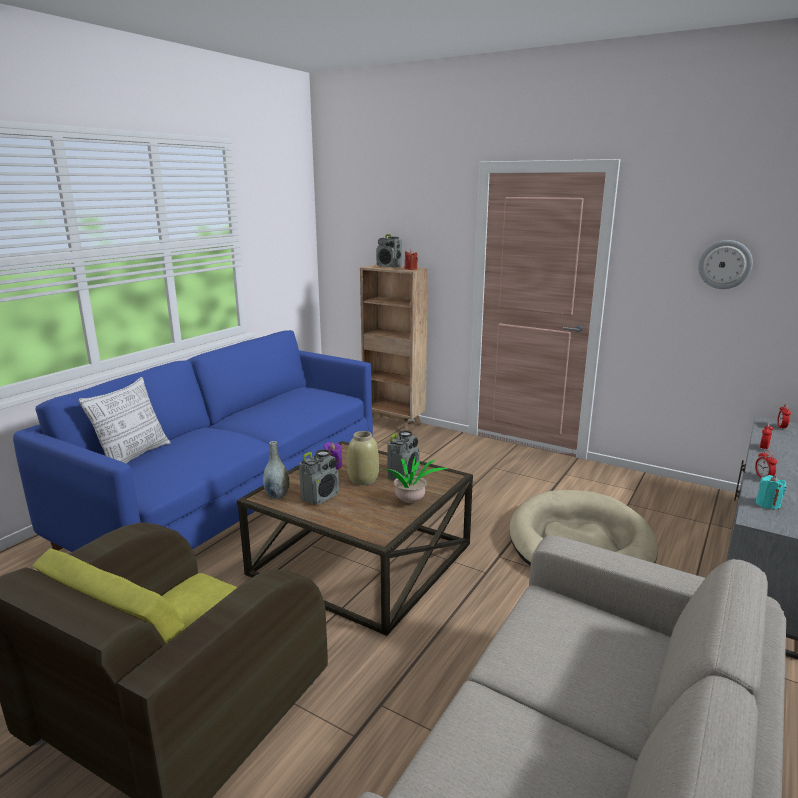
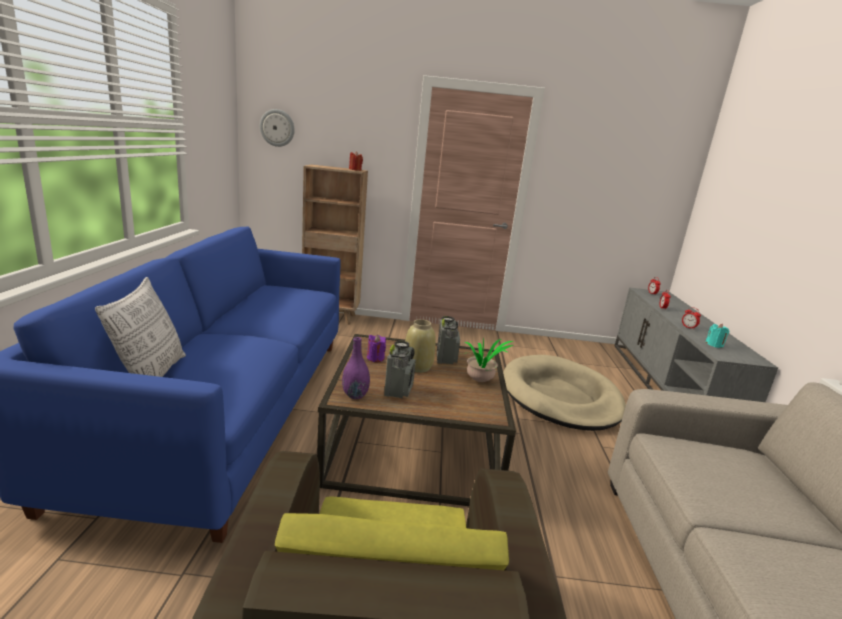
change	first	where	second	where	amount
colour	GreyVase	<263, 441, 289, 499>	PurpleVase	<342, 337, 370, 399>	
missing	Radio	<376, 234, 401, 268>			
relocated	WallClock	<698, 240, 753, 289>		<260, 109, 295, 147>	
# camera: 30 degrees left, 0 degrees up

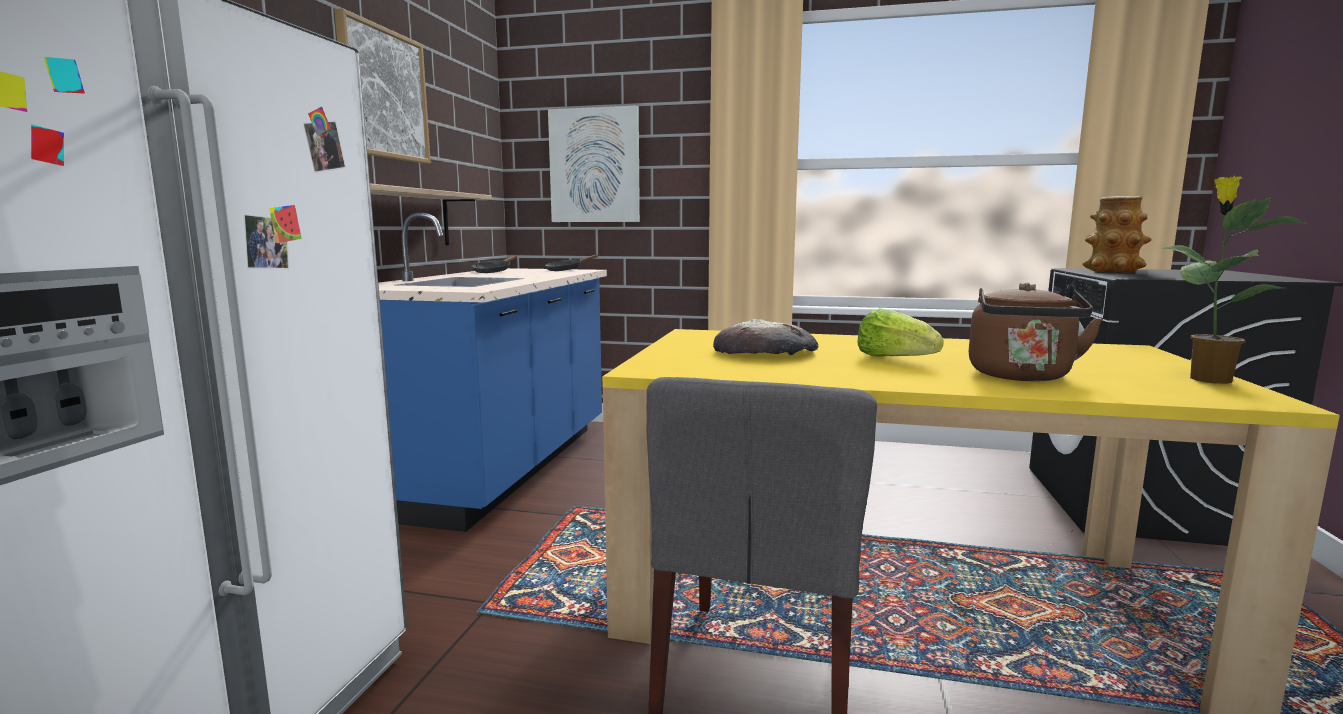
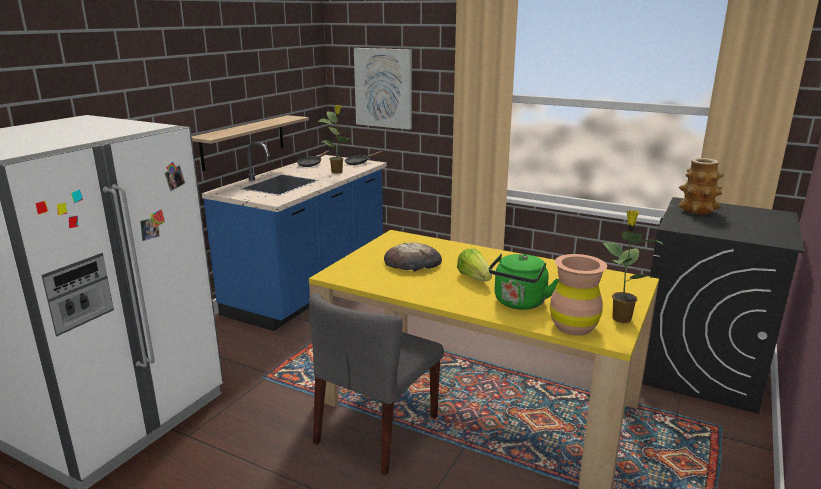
change	first	where	second	where	amount
missing	Picture	<334, 8, 431, 164>			
colour	BrownKettle	<969, 283, 1103, 381>	GreenKettle	<489, 253, 559, 310>	
appeared			PottedPlant	<318, 105, 350, 174>	
appeared			BrownVase	<550, 254, 607, 336>	
# camera: 15 degrees right, 10 degrees up

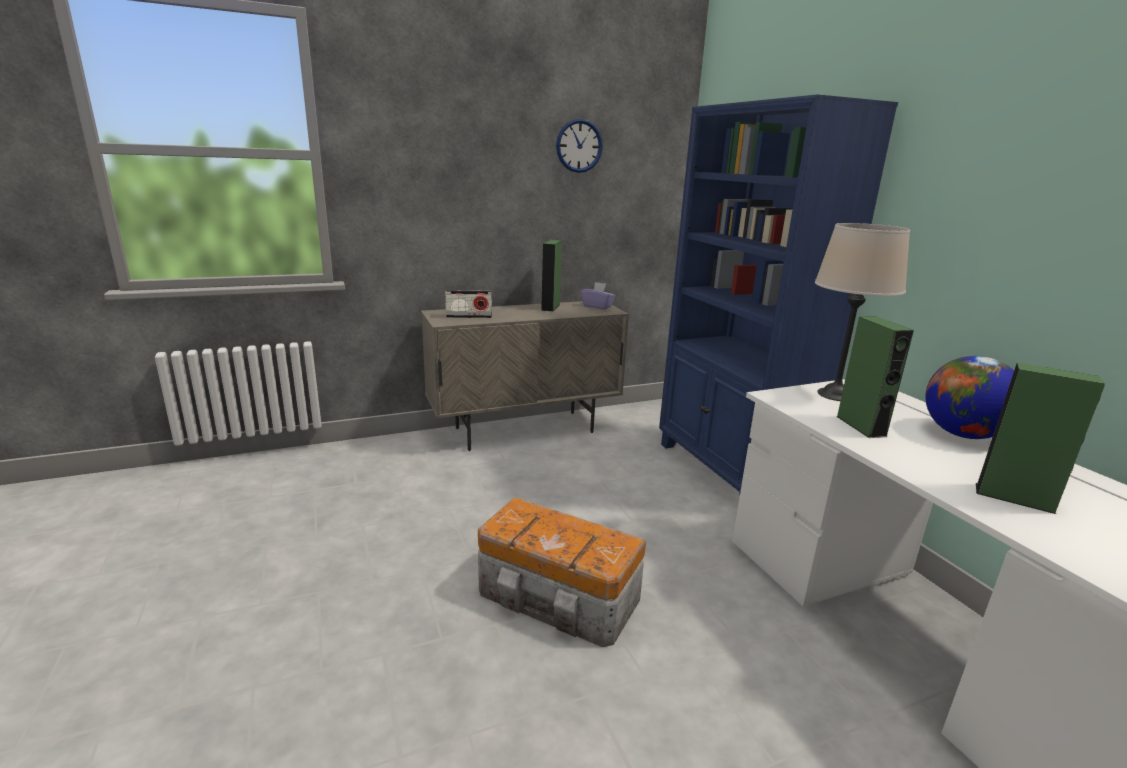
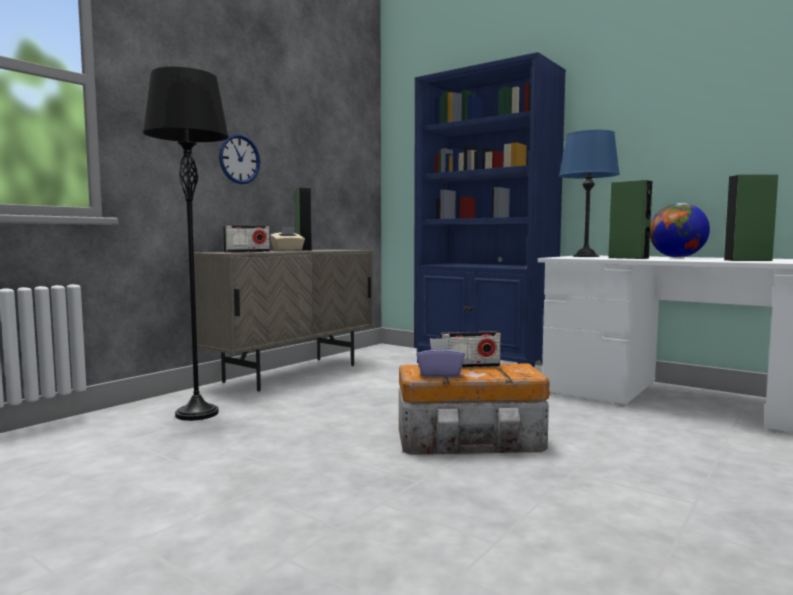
change	first	where	second	where	amount
relocated	WallClock	<556, 119, 603, 173>		<219, 134, 260, 184>	
relocated	PurpleTissueBox	<581, 282, 615, 309>		<416, 338, 465, 377>	
colour	BeigeTableLamp	<815, 223, 910, 401>	BlueTableLamp	<559, 129, 620, 257>	
appeared			BlackFloorLamp	<143, 67, 229, 421>	
appeared			BeigeTissueBox	<270, 227, 305, 251>	
appeared			Radio	<440, 331, 501, 368>	
# camera: 30 degrees left, 15 degrees down

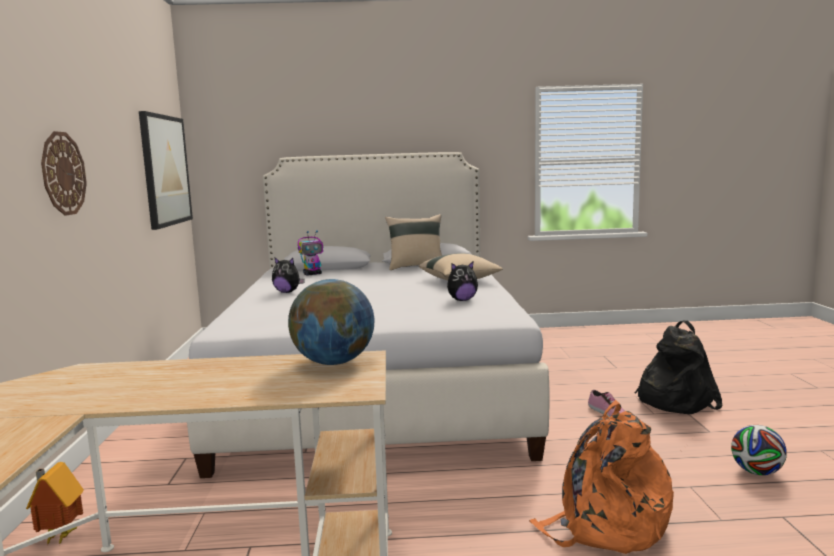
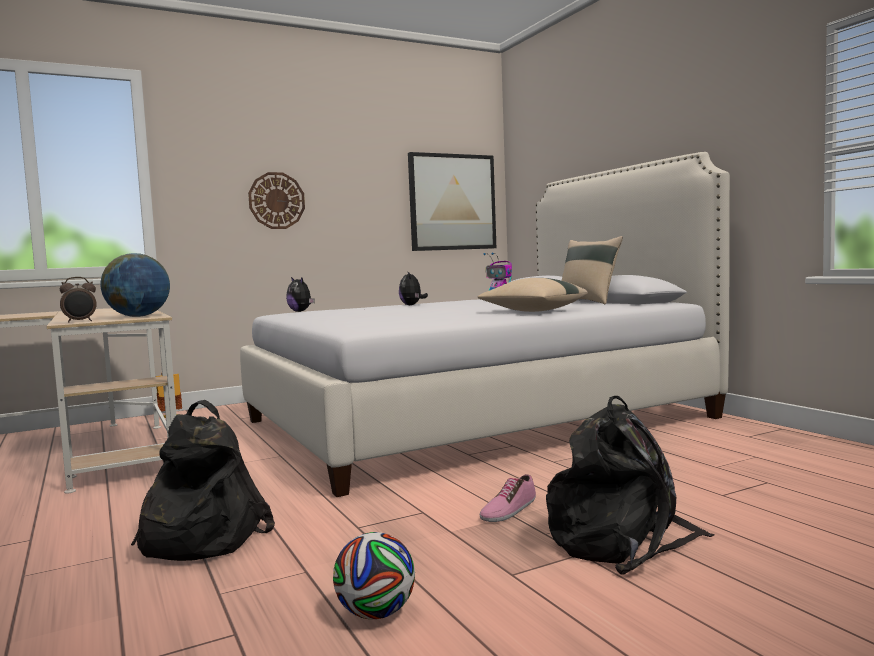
change	first	where	second	where	amount
relocated	PlushToy	<447, 262, 478, 301>		<286, 277, 314, 312>	
colour	OrangeBackpack	<529, 400, 674, 554>	BlackBackpack	<131, 400, 275, 561>	
appeared			AlarmClock	<60, 277, 97, 323>	
# camera: 65 degrees right, 5 degrees down

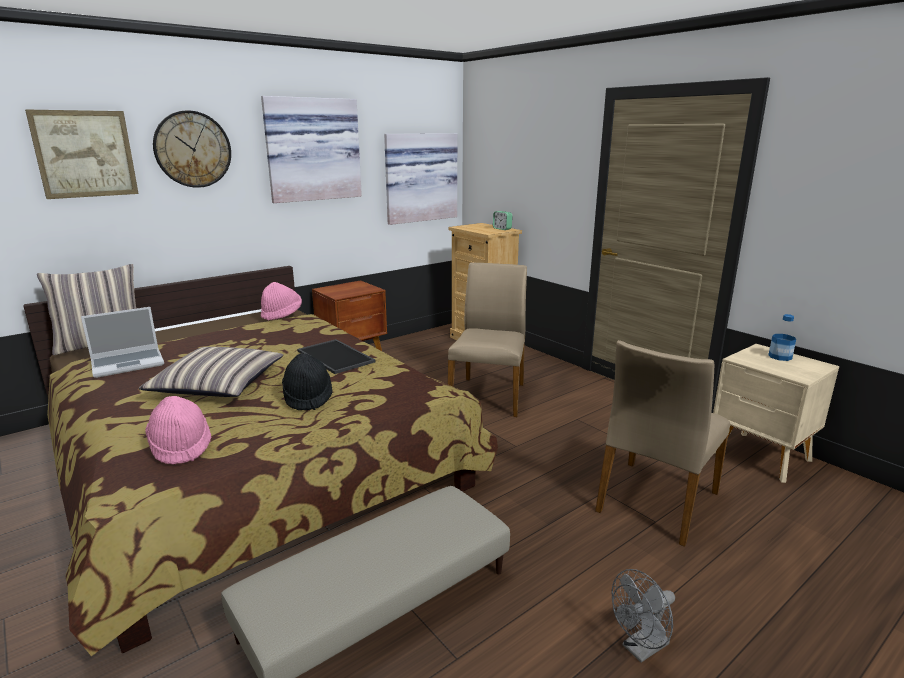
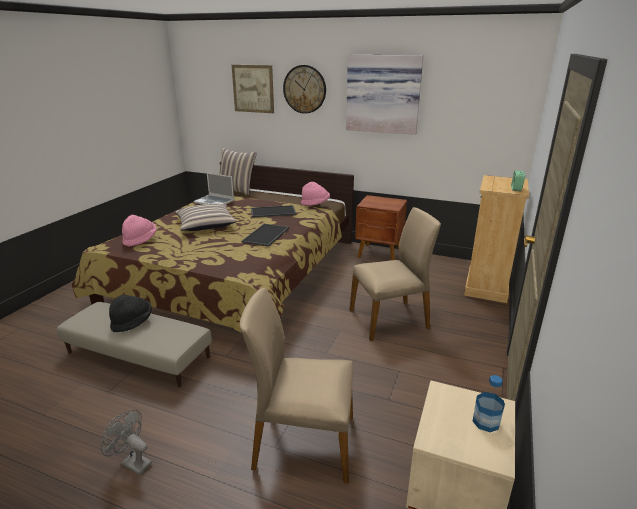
change	first	where	second	where	amount
relocated	BlackHat	<282, 353, 332, 410>		<109, 295, 152, 332>	
missing	Picture	<384, 133, 457, 225>			
appeared			Tray	<251, 205, 297, 218>	
# camera: 60 degrees right, 5 degrees up

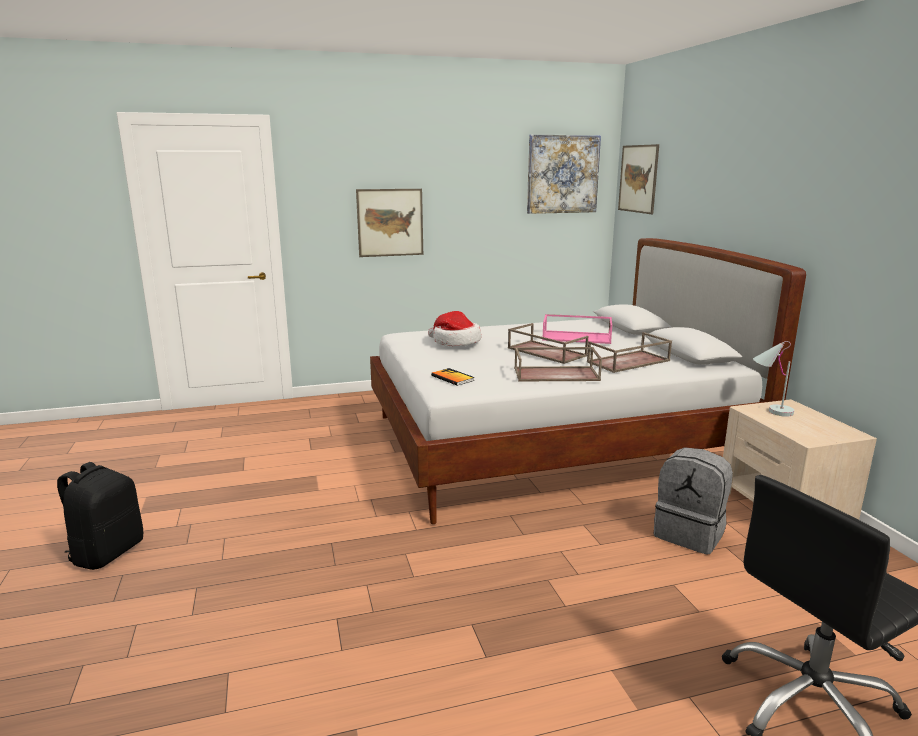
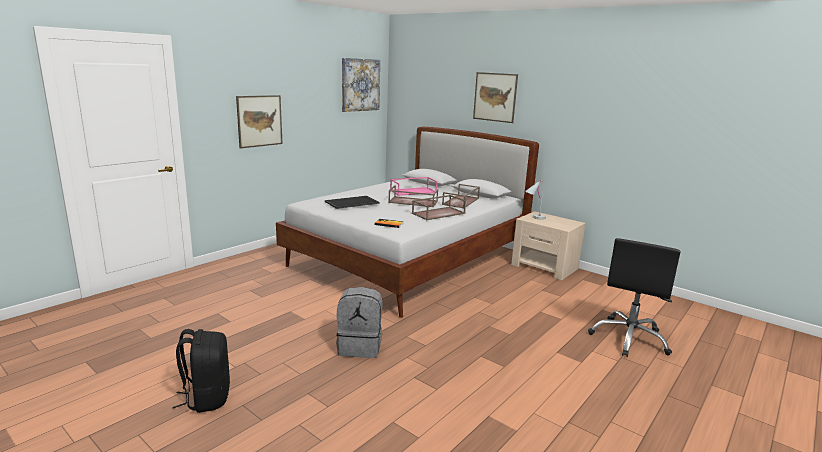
change	first	where	second	where	amount
exchanged	Hat	<428, 311, 481, 346>	Tray	<325, 196, 380, 209>	
relocated	Picture	<618, 144, 659, 214>		<473, 72, 518, 123>	
relocated	GreyBackpack	<654, 447, 733, 555>		<336, 287, 383, 358>	
# camera: 35 degrees left, 0 degrees up

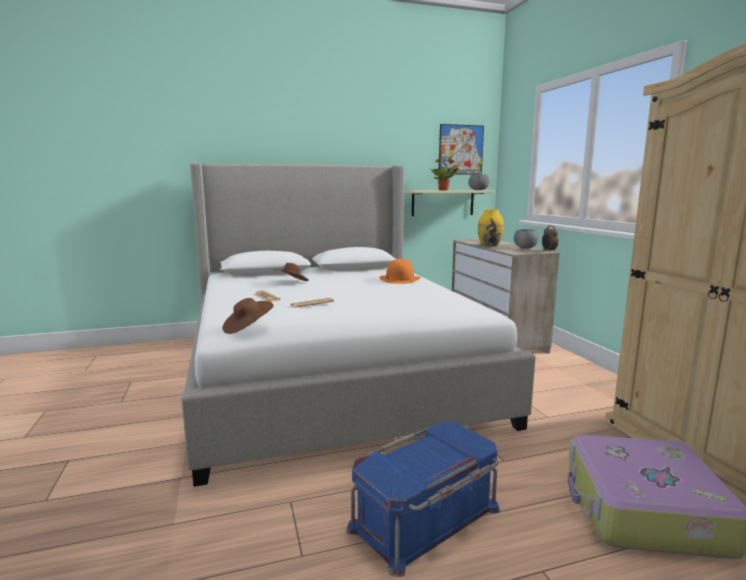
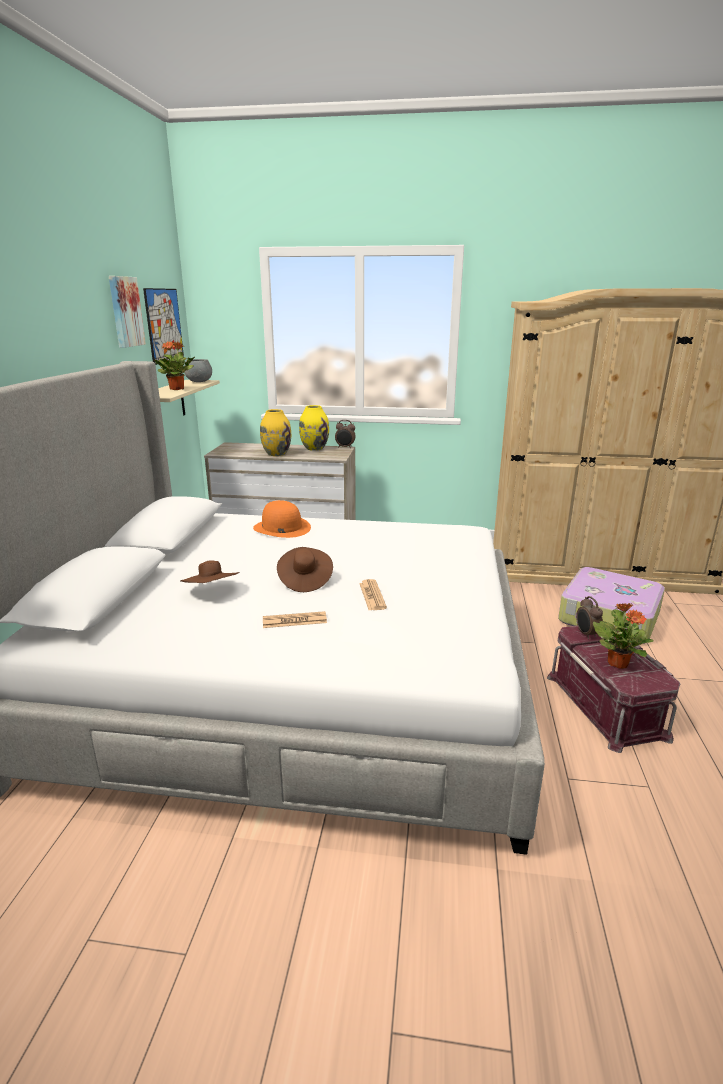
change	first	where	second	where	amount
relocated	BrownHat	<222, 298, 274, 334>		<277, 547, 333, 592>	
colour	BlueStorageBox	<346, 422, 500, 577>	RedStorageBox	<547, 626, 681, 753>	
exchanged	GreyBowl	<514, 229, 539, 249>	YellowVase	<299, 405, 329, 451>	
appeared			Picture	<109, 276, 146, 348>	
appeared			AlarmClock	<576, 596, 603, 639>	
appeared			PottedPlant	<593, 603, 653, 669>	
# camera: 65 degrees left, 10 degrees up

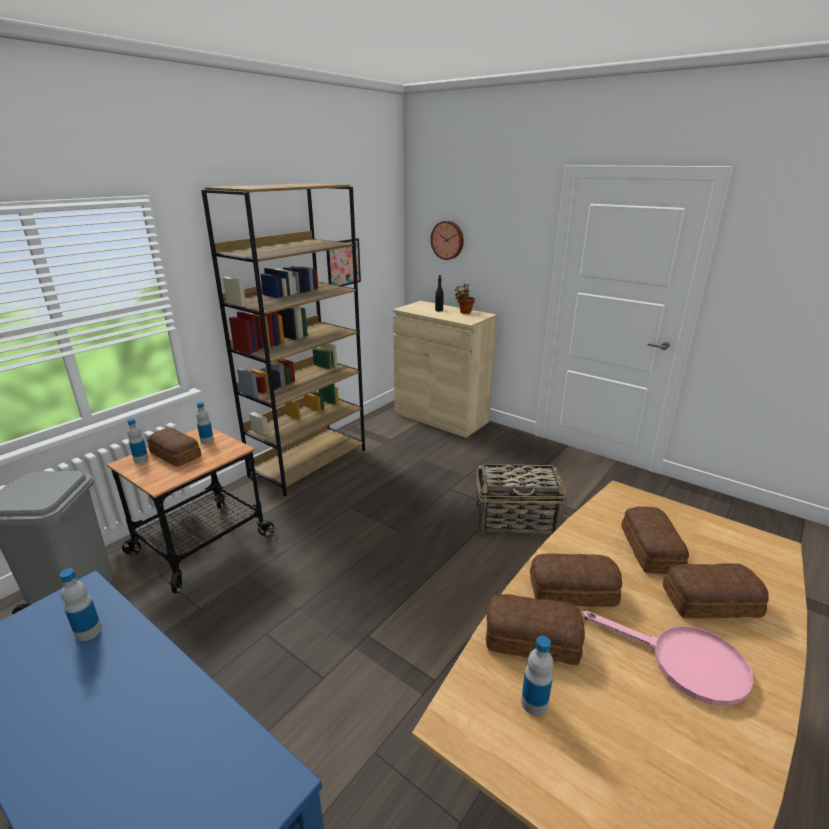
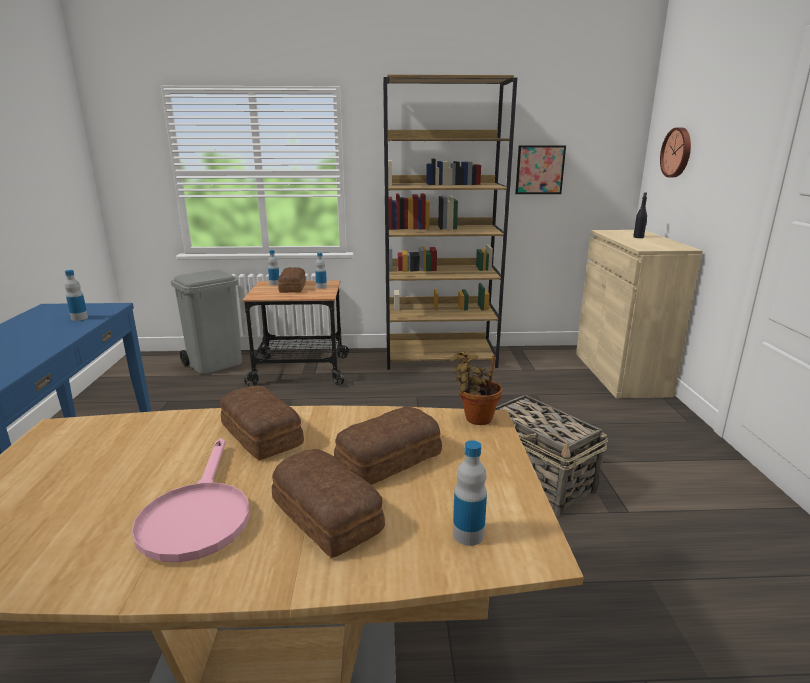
change	first	where	second	where	amount
relocated	PottedPlant	<454, 284, 475, 314>		<450, 351, 502, 425>	
missing	Bread	<486, 594, 585, 665>			
relocated	Bottle	<521, 636, 553, 716>		<453, 440, 487, 546>	
# camera: 50 degrees right, 5 degrees down

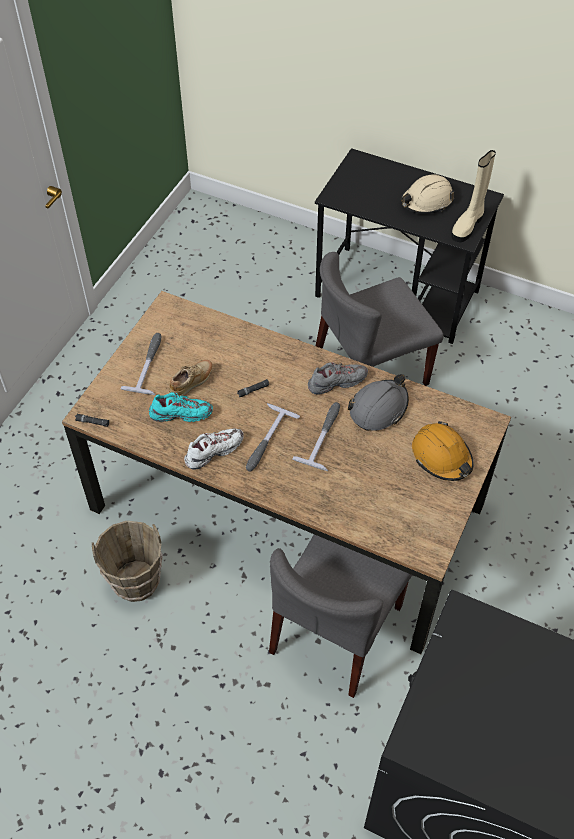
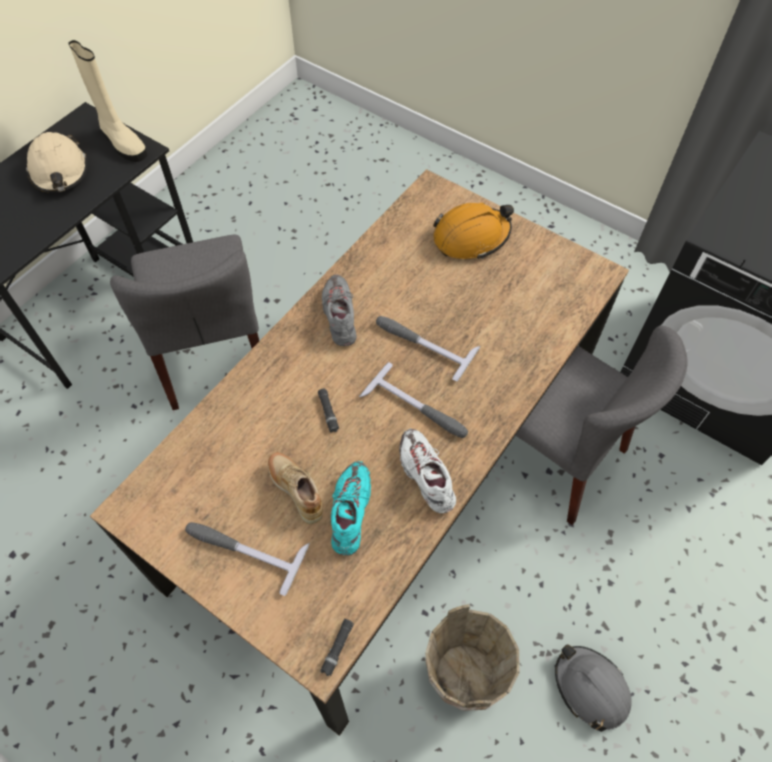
change	first	where	second	where	amount
relocated	GreyHardHat	<348, 374, 409, 431>		<555, 644, 632, 732>	
# camera: 80 degrees left, 5 degrees up

